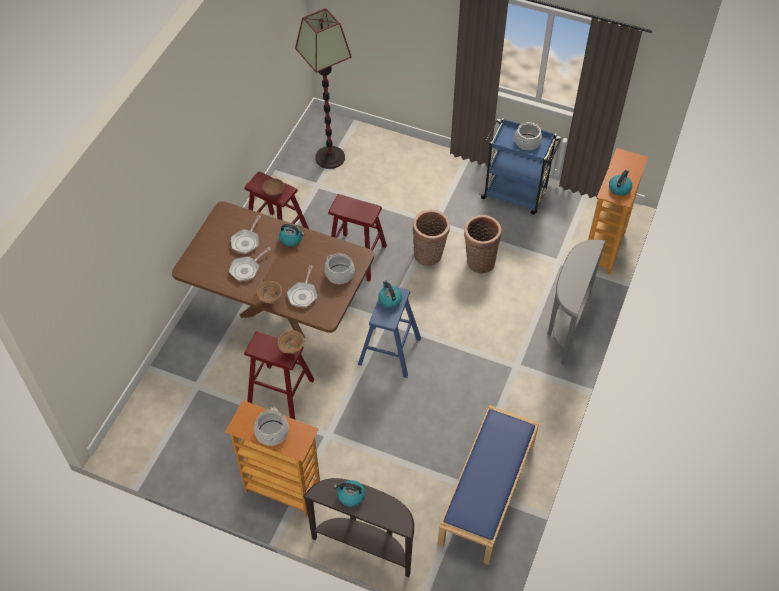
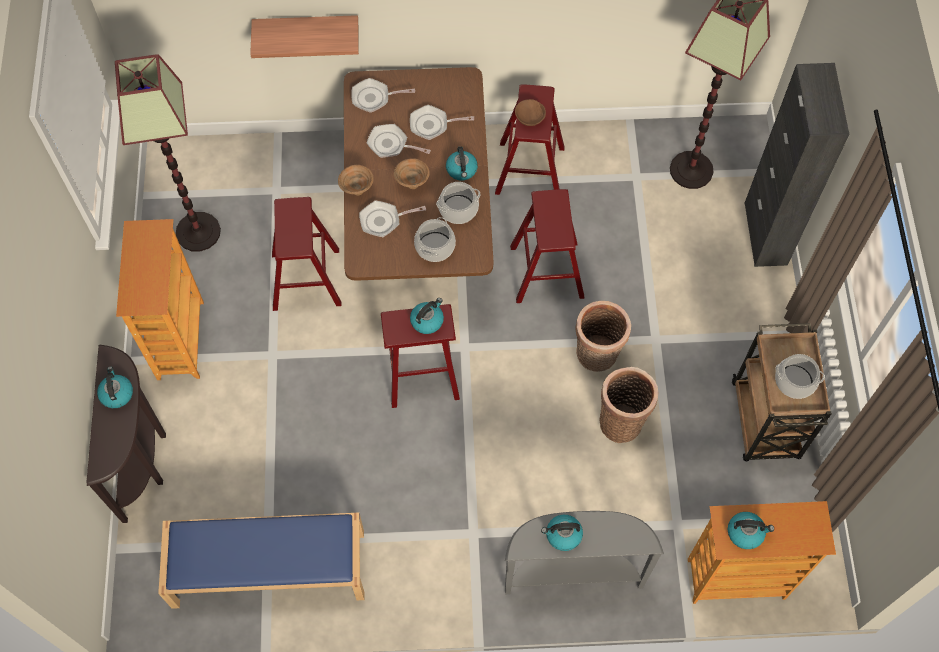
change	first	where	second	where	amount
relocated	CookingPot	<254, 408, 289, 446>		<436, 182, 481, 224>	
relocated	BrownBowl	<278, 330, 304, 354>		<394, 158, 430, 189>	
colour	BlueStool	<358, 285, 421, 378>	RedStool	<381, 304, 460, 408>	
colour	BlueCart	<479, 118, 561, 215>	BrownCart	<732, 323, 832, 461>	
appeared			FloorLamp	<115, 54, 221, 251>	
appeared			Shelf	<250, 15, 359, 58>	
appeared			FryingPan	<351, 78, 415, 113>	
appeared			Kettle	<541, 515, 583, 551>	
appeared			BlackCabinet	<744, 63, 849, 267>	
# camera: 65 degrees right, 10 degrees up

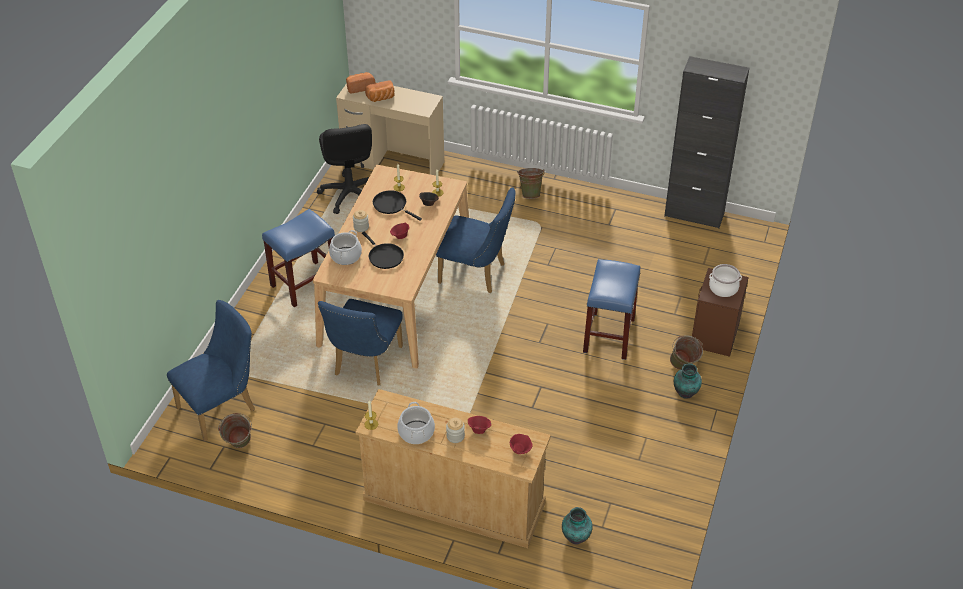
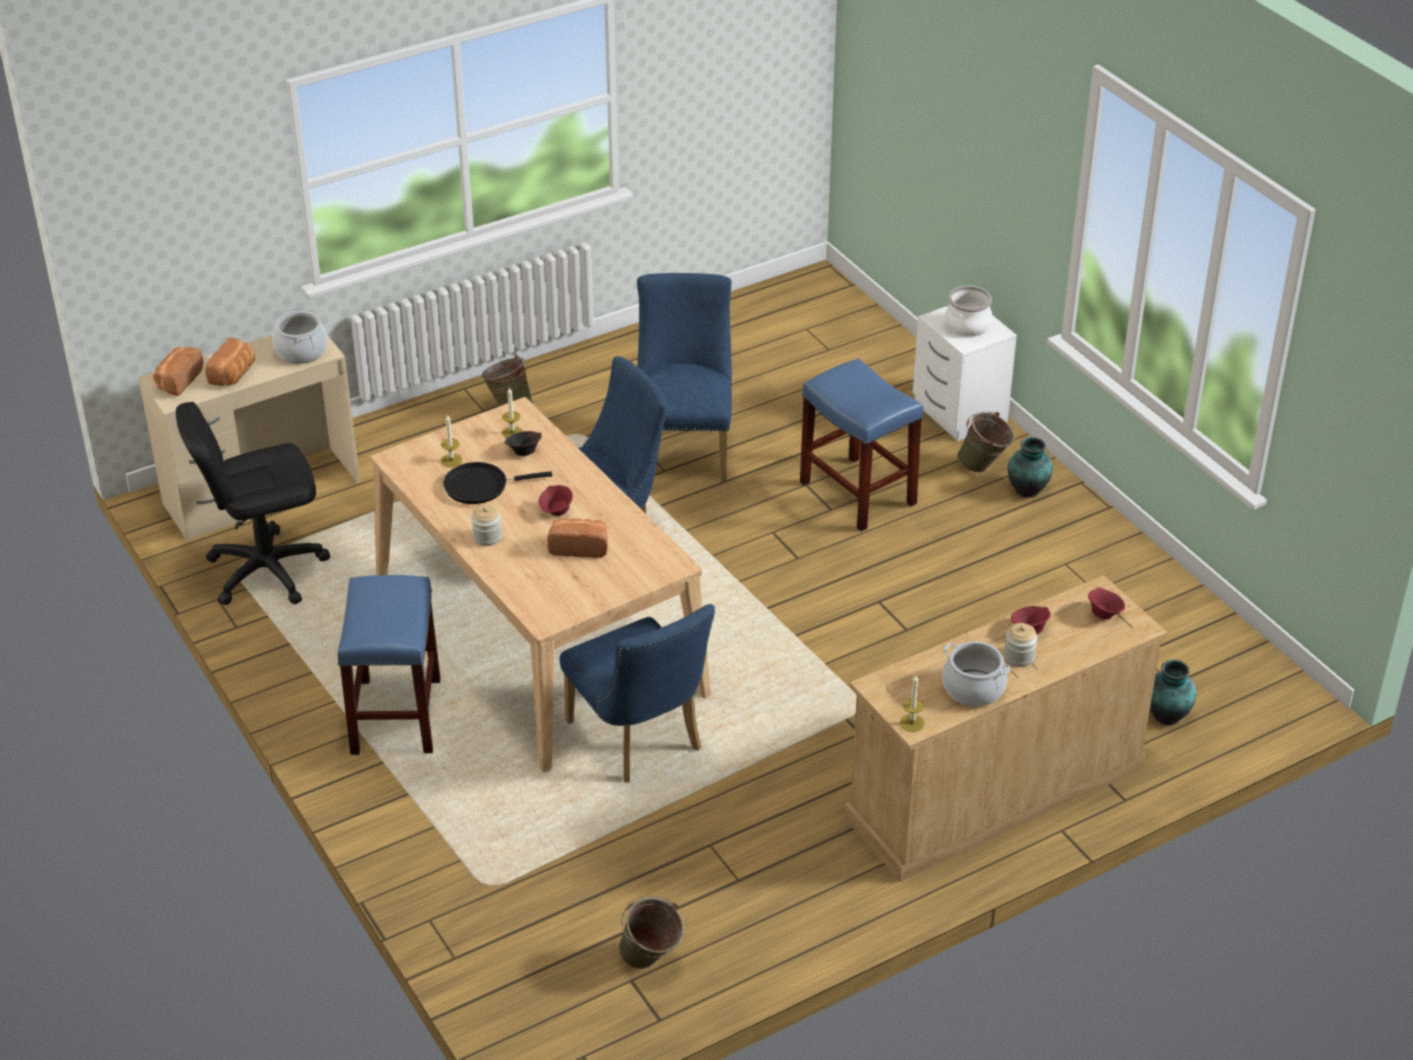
change	first	where	second	where	amount
relocated	BlueChair	<167, 300, 255, 441>		<637, 273, 732, 482>	
spun	BlackOfficeChair	<317, 124, 372, 214>		<176, 402, 330, 605>	135 degrees clockwise
relocated	CookingPot	<329, 230, 362, 265>		<273, 307, 328, 364>	
exchanged	BlackFryingPan	<362, 232, 404, 269>	Bread	<547, 518, 608, 558>	
missing	BlackCabinet	<664, 56, 749, 229>			
colour	BrownNightstand	<692, 268, 749, 357>	WhiteNightstand	<913, 306, 1017, 441>	
# camera: 50 degrees left, 5 degrees down

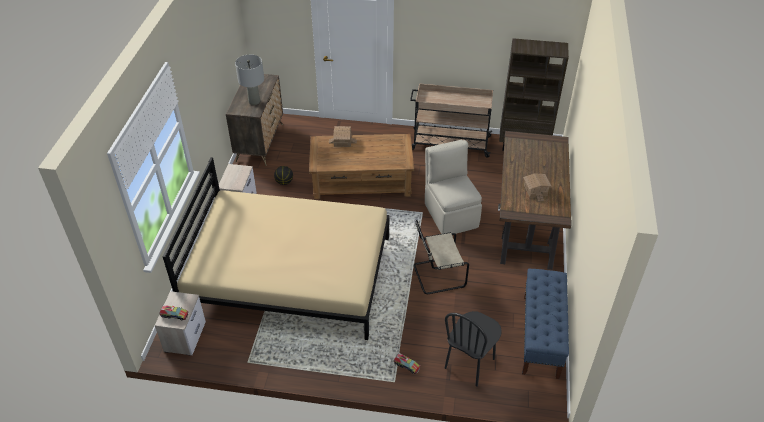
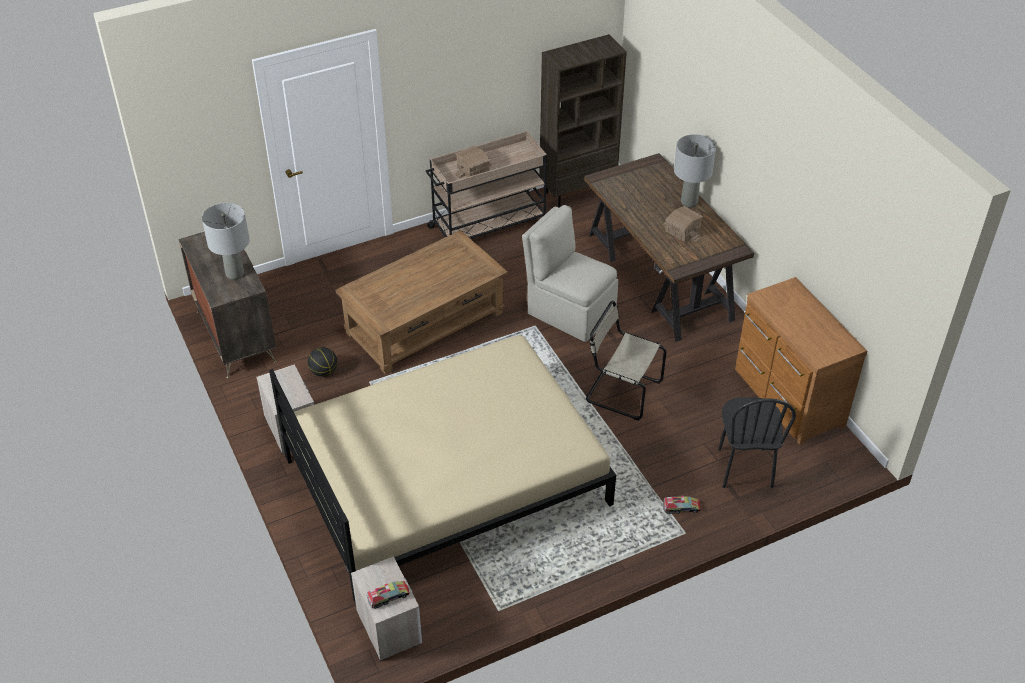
change	first	where	second	where	amount
relocated	ToyHouse	<329, 126, 357, 147>		<455, 146, 492, 178>	
spun	BeigeChair	<414, 220, 469, 294>		<586, 301, 667, 421>	75 degrees clockwise
exchanged	BlueBench	<522, 269, 569, 379>	BrownDresser	<735, 277, 868, 445>	
appeared			GreyTableLamp	<674, 134, 716, 208>	
# camera: 35 degrees left, 0 degrees up

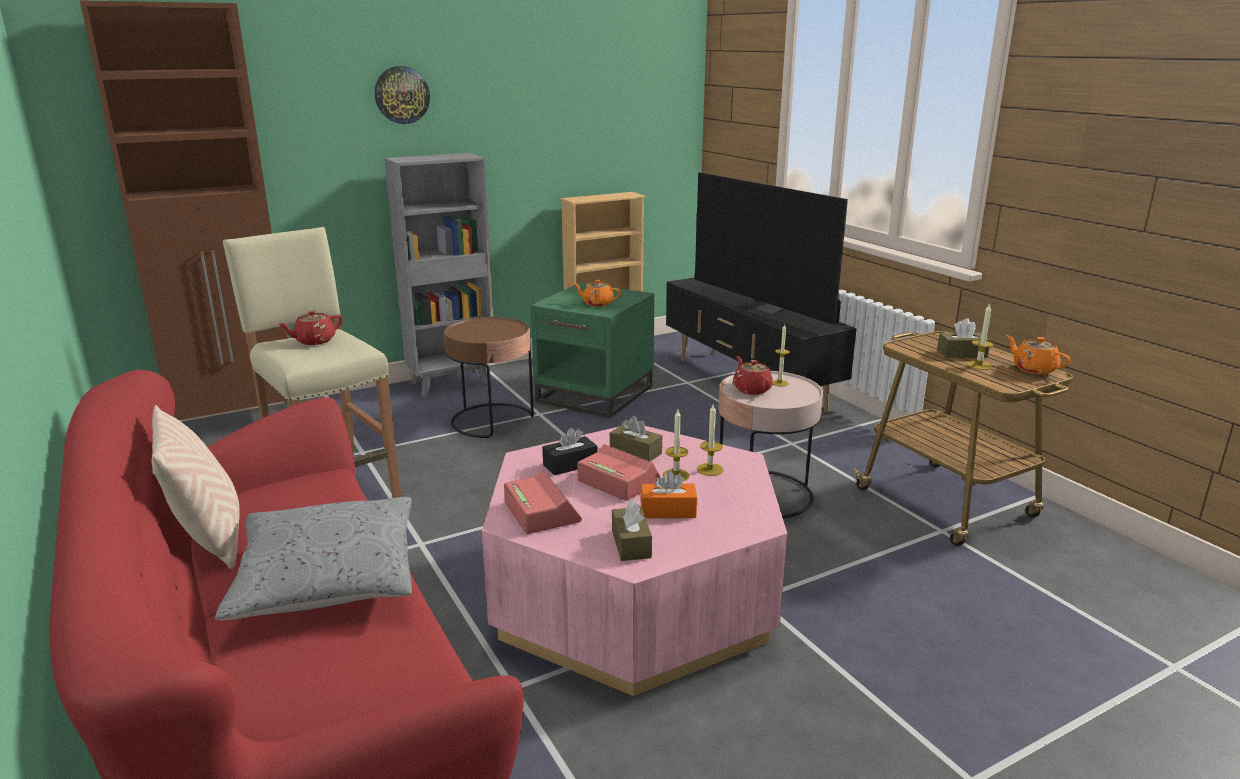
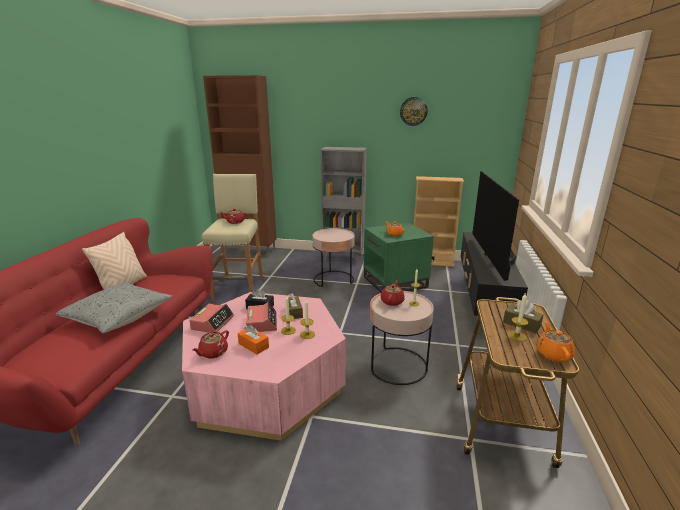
change	first	where	second	where	amount
relocated	WallClock	<375, 66, 430, 124>		<400, 97, 428, 126>	
colour	BrownSideTable	<444, 317, 534, 438>	PinkSideTable	<312, 228, 355, 287>	
exchanged	BrownTissueBox	<612, 499, 652, 561>	RedTeapot	<192, 330, 229, 359>	
# camera: 40 degrees right, 0 degrees up

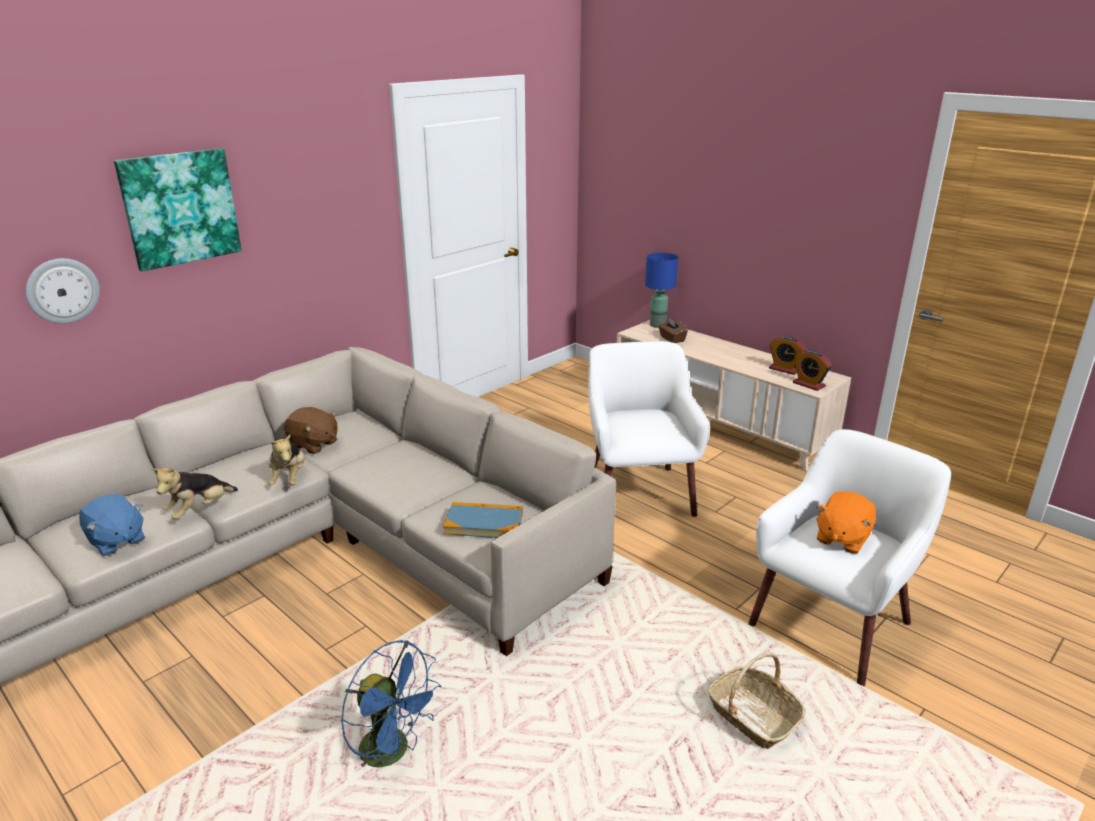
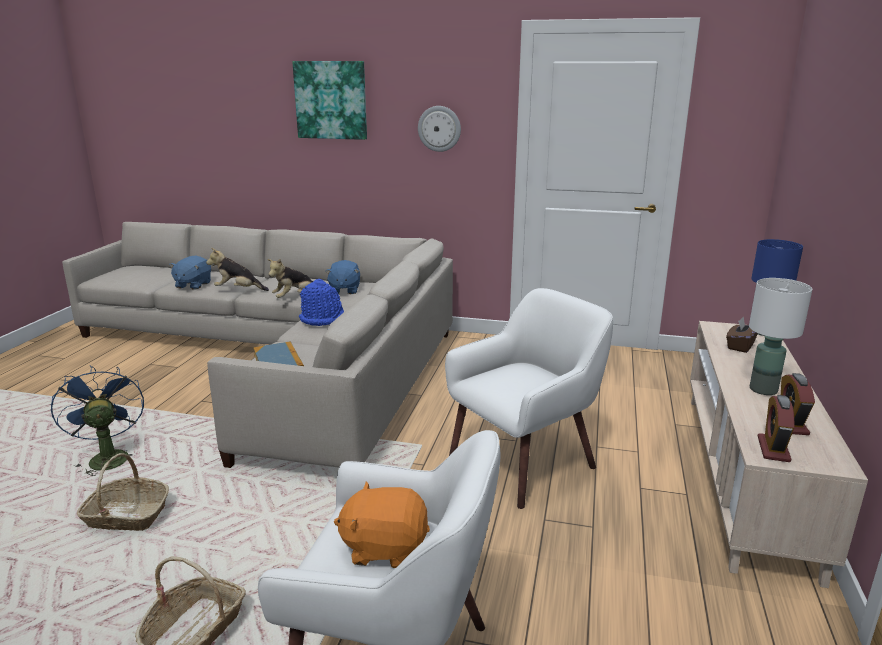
change	first	where	second	where	amount
relocated	WallClock	<26, 258, 100, 324>		<418, 106, 461, 152>	
colour	BrownPlushToy	<284, 407, 338, 454>	BluePlushToy	<325, 260, 360, 294>	
spun	BlueFan	<341, 640, 442, 767>		<51, 366, 144, 476>	150 degrees clockwise
appeared			Basket	<77, 453, 169, 531>	
appeared			BlueHat	<299, 279, 344, 326>	
appeared			WhiteTableLamp	<749, 278, 812, 395>	
# camera: 60 degrees right, 5 degrees down

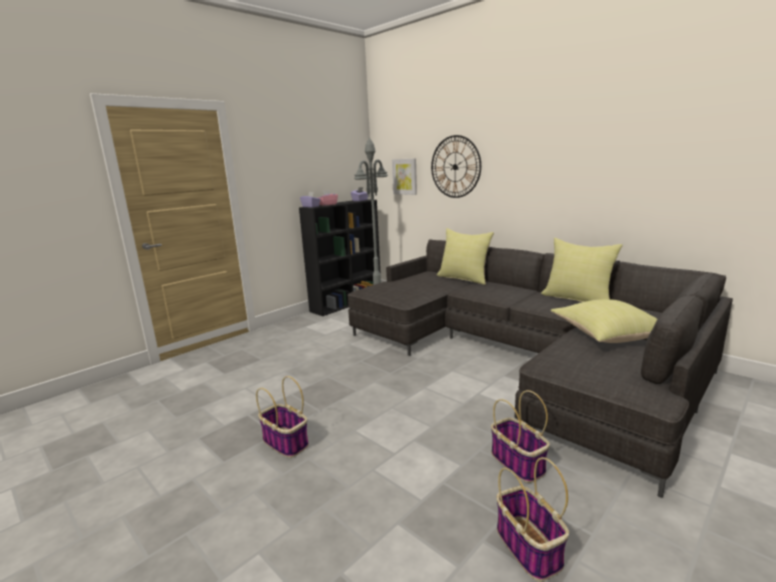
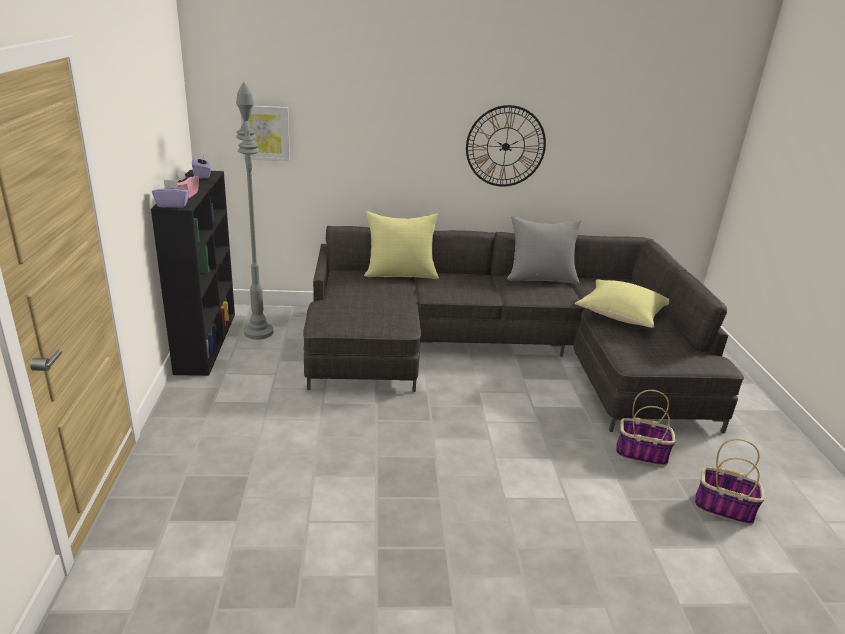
change	first	where	second	where	amount
missing	Basket	<256, 376, 309, 458>			
relocated	WallClock	<431, 135, 481, 198>		<466, 105, 546, 187>	
colour	YellowPillow	<541, 238, 623, 302>	GreyPillow	<507, 216, 582, 284>	
# camera: 50 degrees left, 10 degrees up

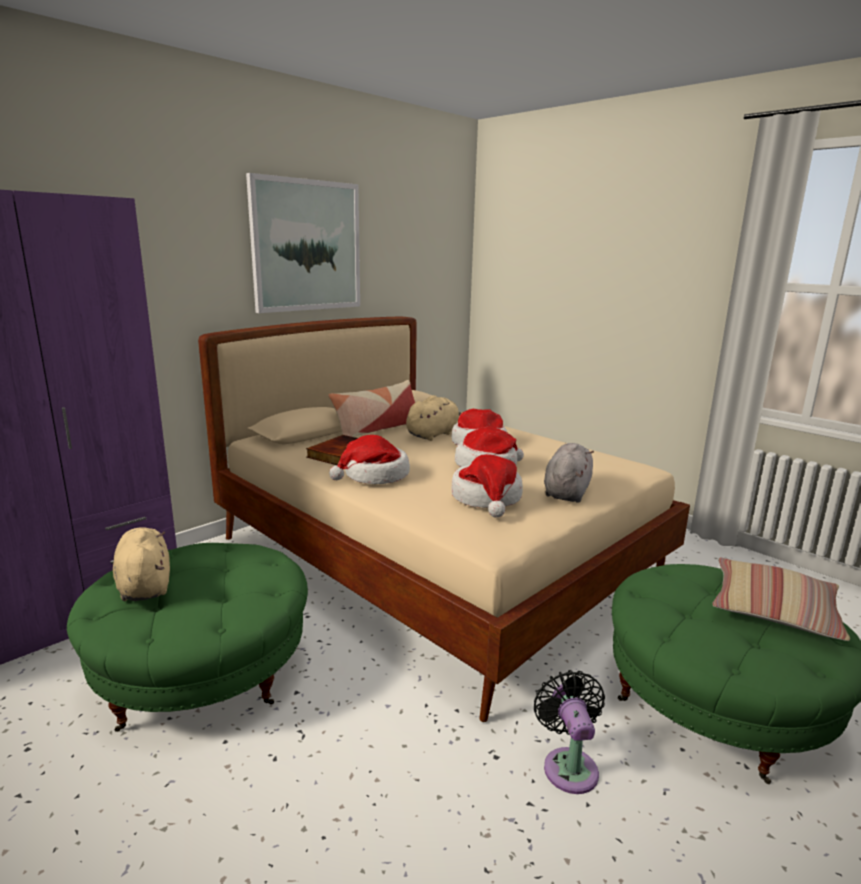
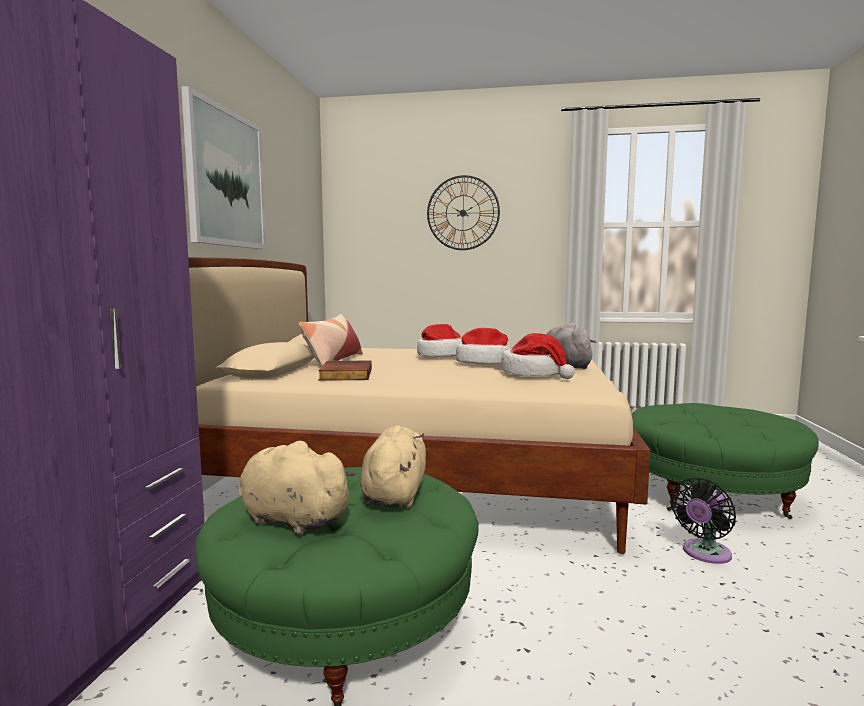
change	first	where	second	where	amount
missing	Hat	<329, 435, 410, 484>			
relocated	BeigePlushToy	<406, 395, 463, 441>		<360, 425, 426, 508>	
spun	BlackFan	<534, 670, 605, 794>		<671, 478, 736, 564>	90 degrees counterclockwise
missing	Pillow	<712, 558, 850, 641>			
appeared			WallClock	<427, 175, 500, 250>	
# camera: 35 degrees left, 10 degrees down

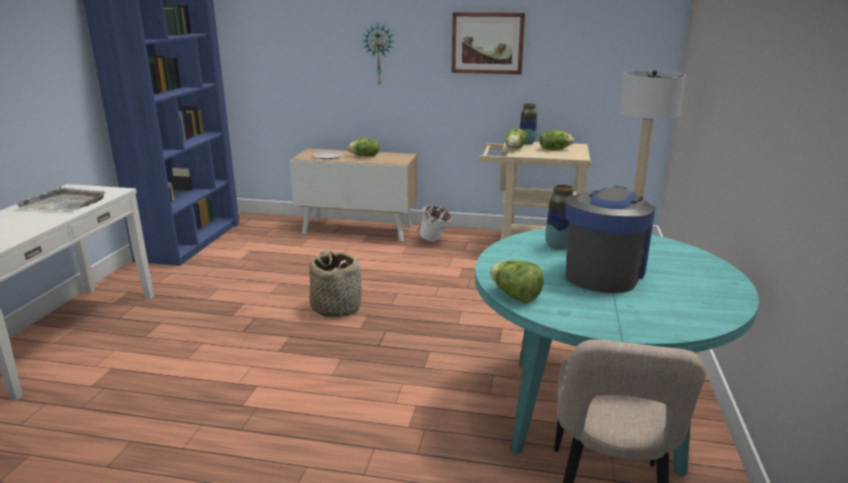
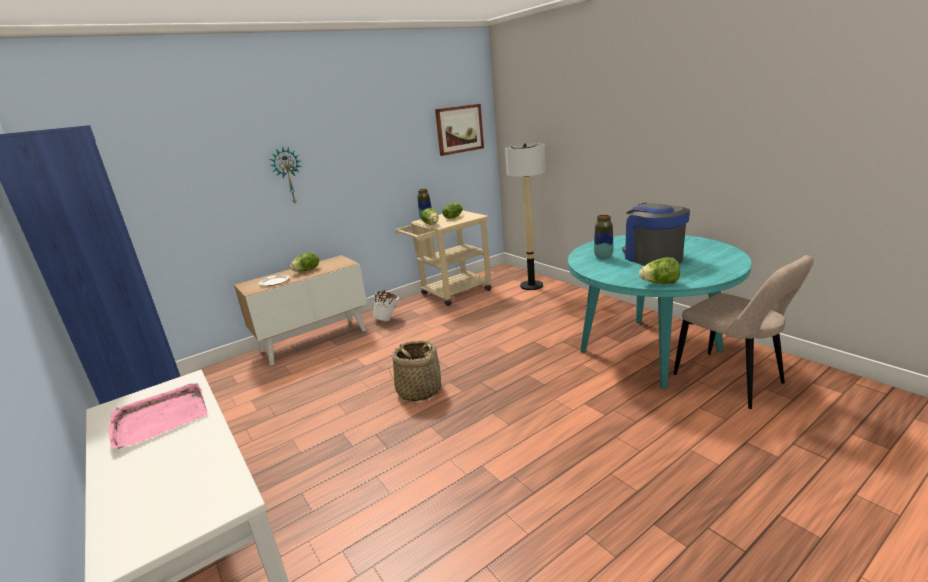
change	first	where	second	where	amount
colour	GreyTray	<14, 186, 105, 212>	PinkTray	<108, 383, 208, 449>	
relocated	Picture	<452, 12, 525, 74>		<435, 104, 484, 156>	
# camera: 45 degrees left, 0 degrees up

